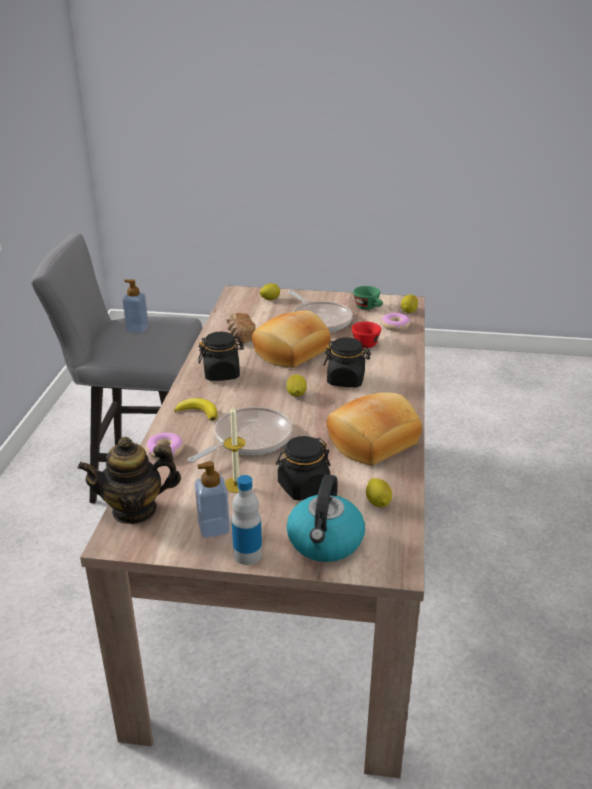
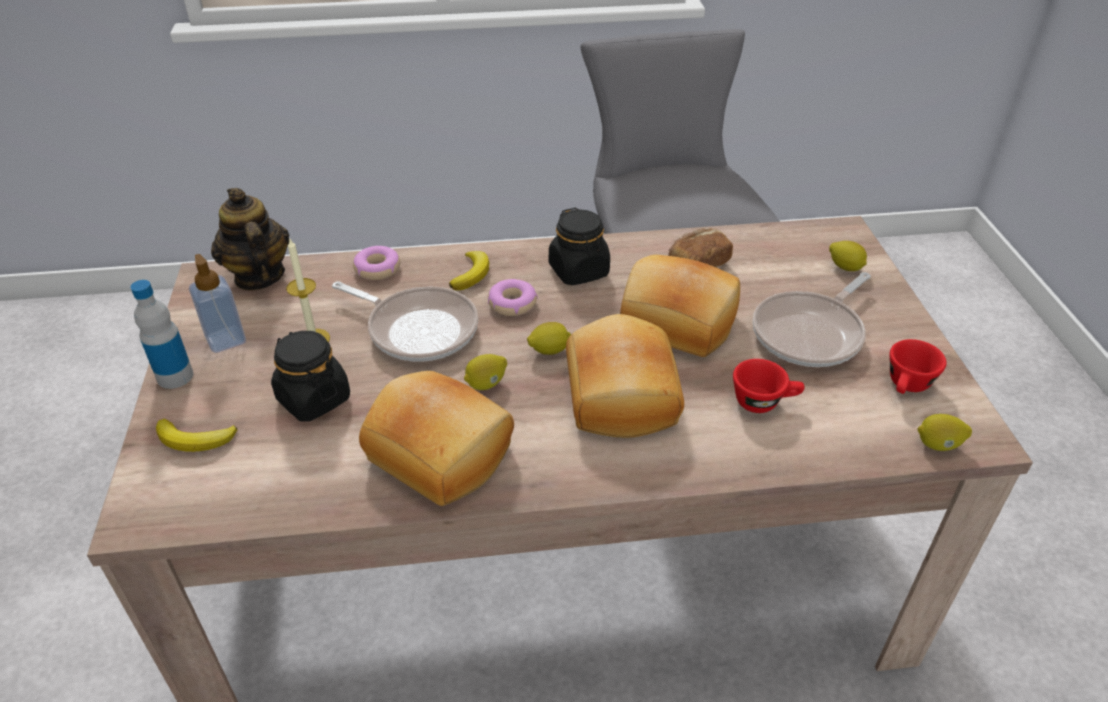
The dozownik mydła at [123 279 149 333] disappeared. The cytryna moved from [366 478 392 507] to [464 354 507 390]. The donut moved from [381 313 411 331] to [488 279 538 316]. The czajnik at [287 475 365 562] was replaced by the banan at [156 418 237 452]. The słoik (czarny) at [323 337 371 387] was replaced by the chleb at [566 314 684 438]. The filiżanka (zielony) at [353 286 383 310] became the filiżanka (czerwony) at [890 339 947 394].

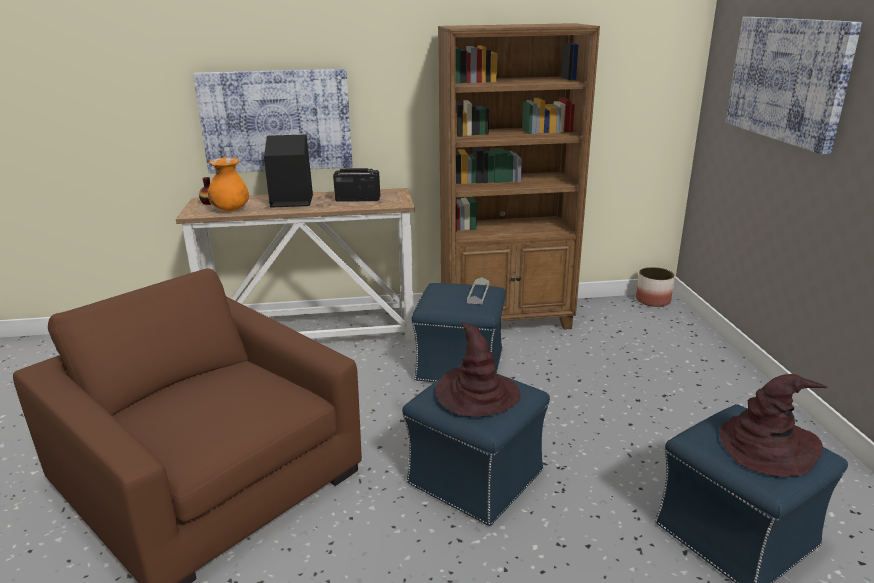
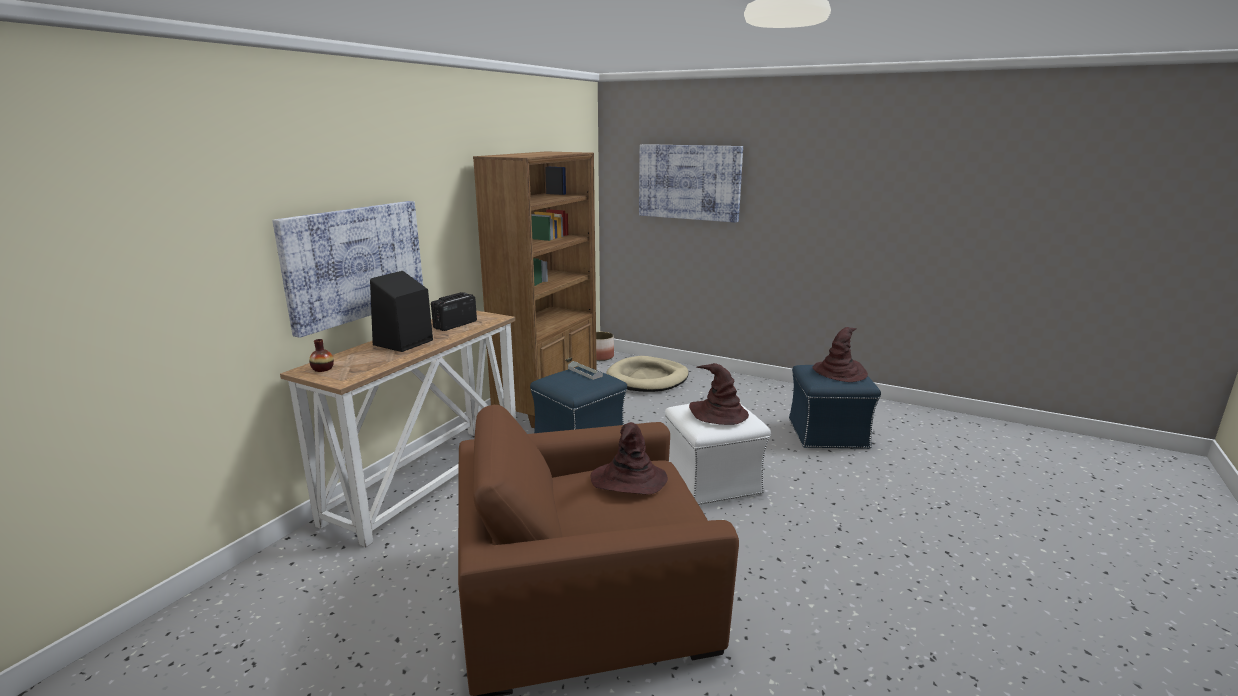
The wazon (pomarańczowy) at [208 157 249 211] disappeared. The kapelusz (brązowy) at [590 422 668 494] appeared. The legowisko (beżowy) at [606 356 689 392] appeared. The pufa (niebieski) at [402 364 550 526] became the pufa (biały) at [665 404 771 505].

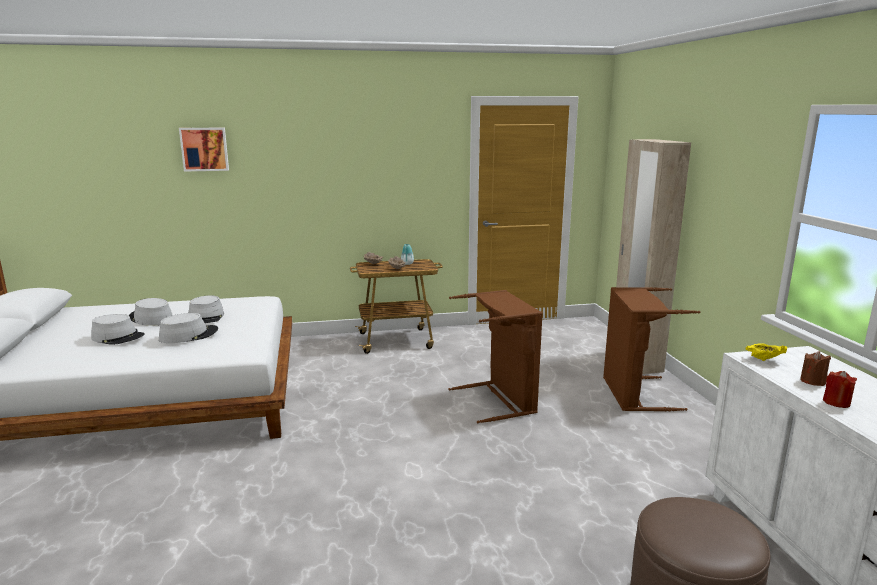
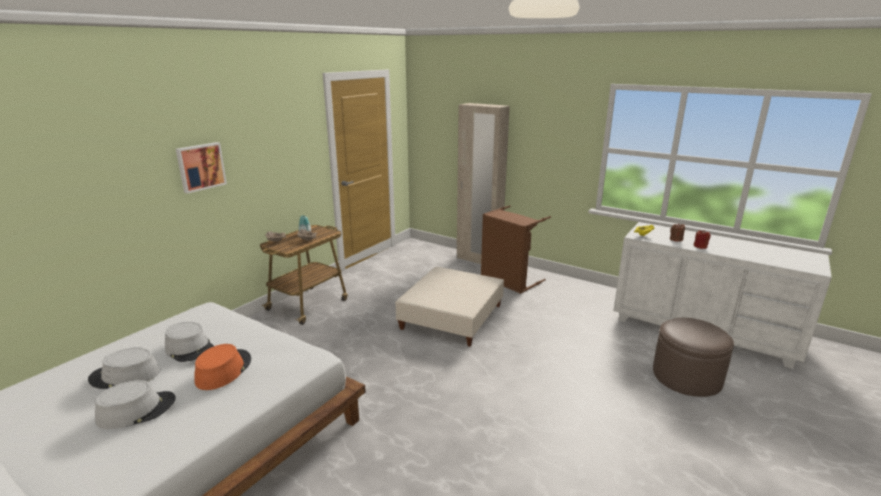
The obraz moved from [179 128 229 172] to [176 142 227 194]. The kosz na pranie (brązowy) at [448 290 543 423] was replaced by the pufa (beżowy) at [395 267 504 347]. The kapelusz (szary) at [159 313 218 343] became the kapelusz (pomarańczowy) at [195 344 251 390].

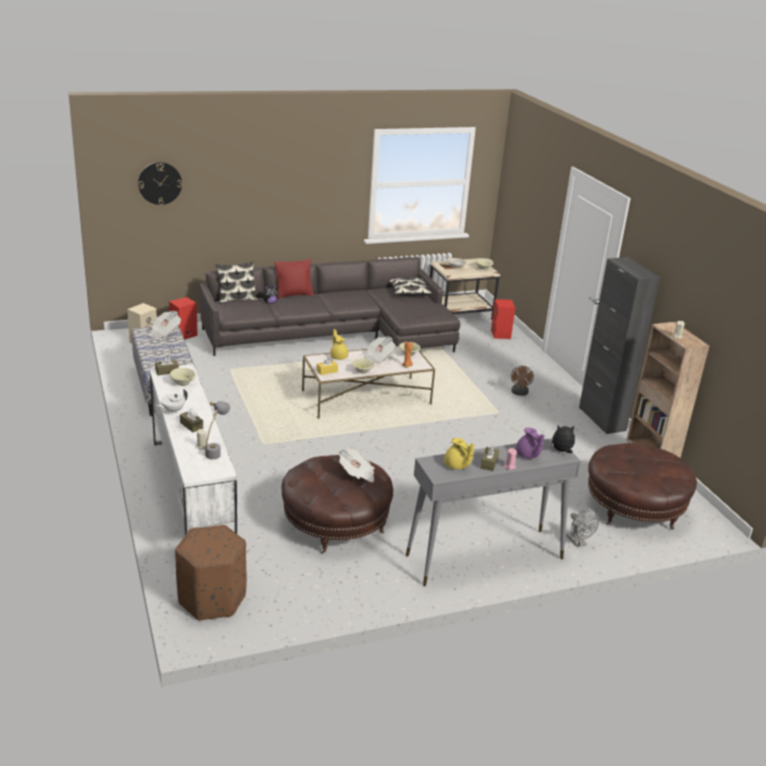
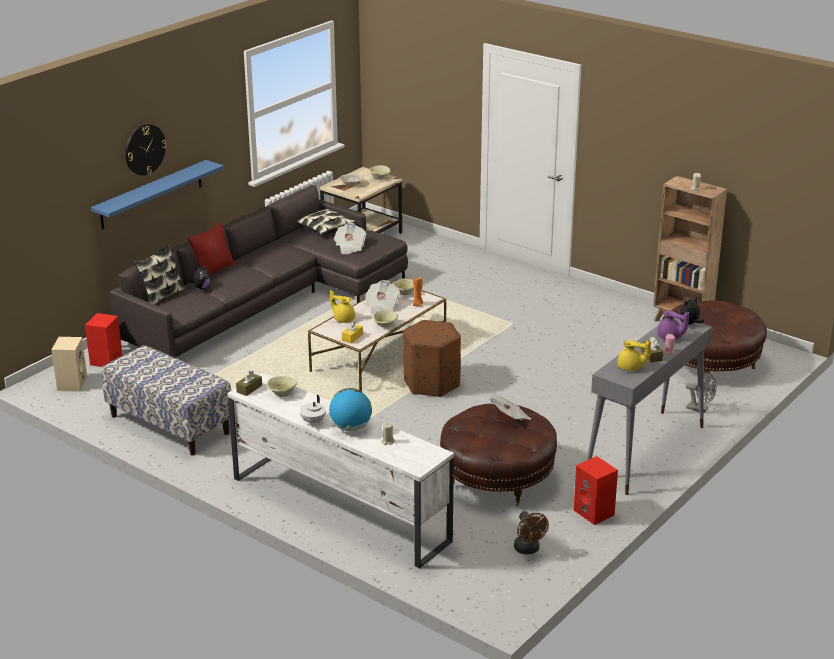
The lampa stołowa (szary) at [205 401 230 460] disappeared. The szafka (czarny) at [579 257 660 434] disappeared. The półka (niebieski) at [91 160 224 229] appeared. The zegar ścienny moved from [138 162 182 205] to [125 124 167 176]. The gazeta moved from [149 311 181 338] to [334 223 366 254]. The pufa (brązowy) moved from [175 525 247 621] to [403 320 461 397]. The głośnik (czerwony) moved from [491 299 515 339] to [574 456 618 525]. The wentylator (brązowy) moved from [511 366 534 396] to [514 511 549 555]. The pudełko chusteczek (brązowy) at [180 408 203 432] was replaced by the globus at [329 388 372 431].

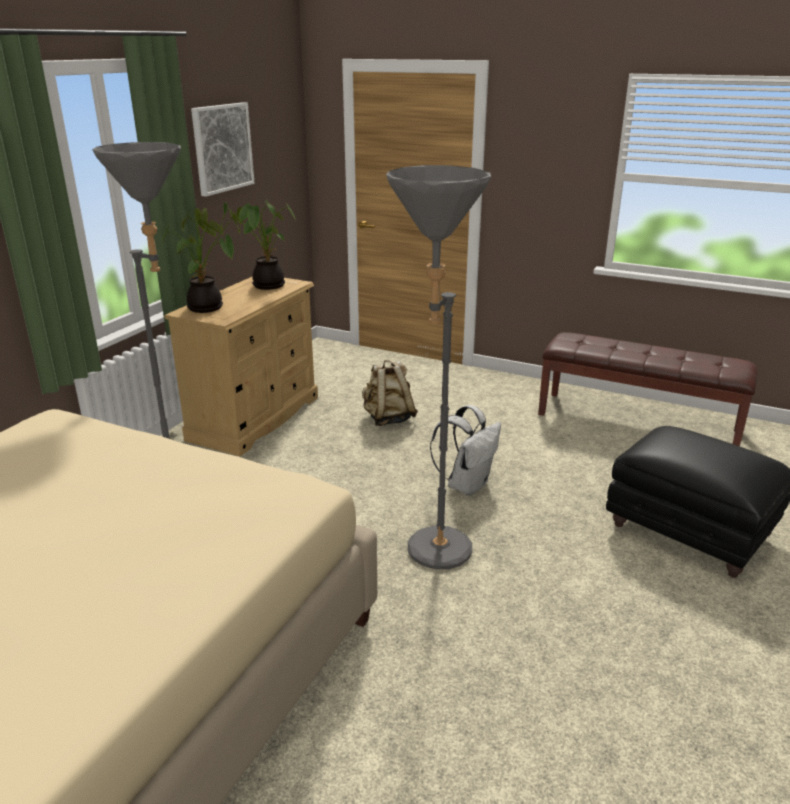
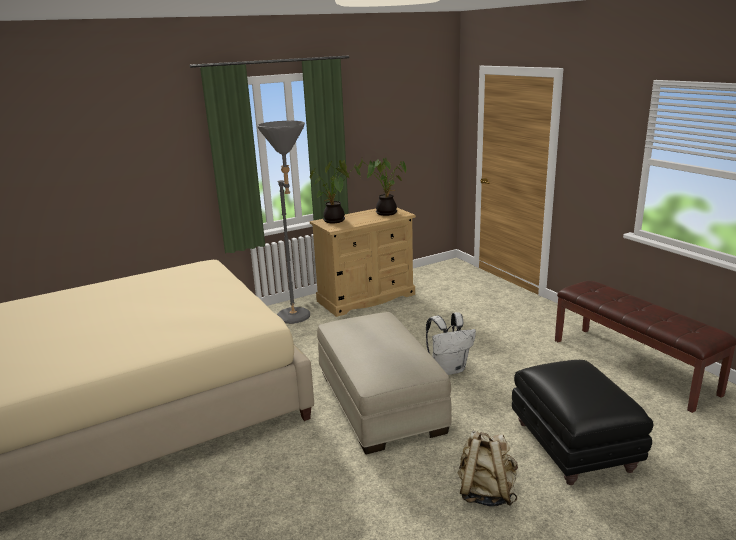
The obraz at [191 102 254 197] disappeared. The plecak (beżowy) moved from [362 360 418 426] to [458 430 518 507]. The lampa stojąca (szary) at [386 165 491 569] was replaced by the pufa (beżowy) at [317 312 452 454].

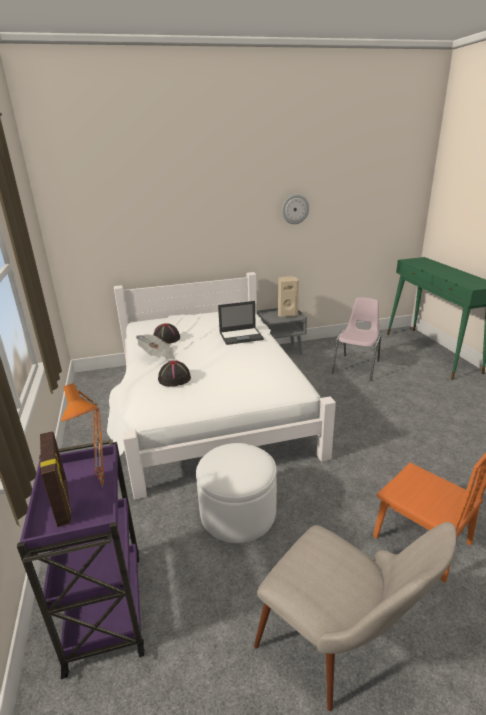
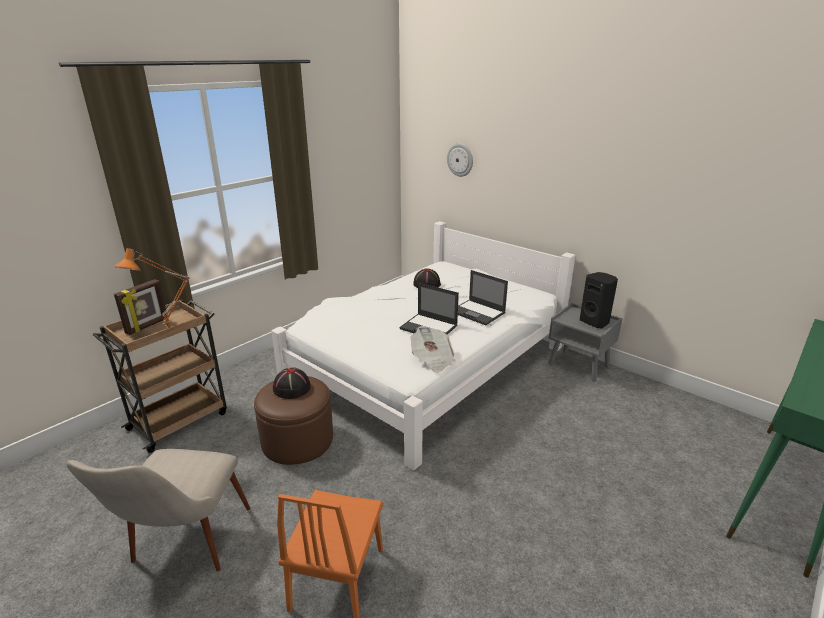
The krzesło (różowy) at [332 298 381 381] disappeared. The laptop at [400 283 459 334] appeared. The gazeta moved from [136 334 174 359] to [410 326 456 373]. The kapelusz (czarny) moved from [158 361 191 387] to [273 368 311 399]. The zegar ścienny moved from [282 194 309 224] to [447 144 473 177]. The wózek (fioletowy) at [17 440 145 679] became the wózek (brązowy) at [93 299 227 453]. The pufa (biały) at [196 443 277 543] became the pufa (brązowy) at [254 376 333 465]. The głośnik (beżowy) at [278 276 299 317] became the głośnik (czarny) at [580 272 618 328].

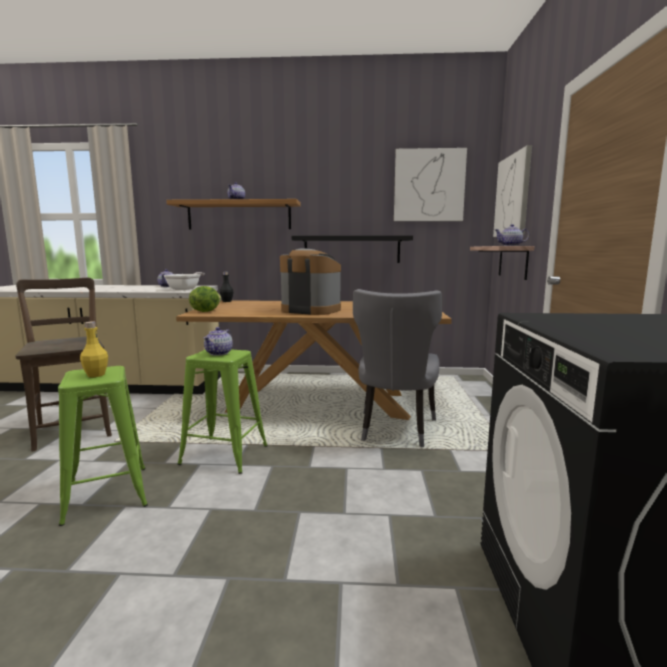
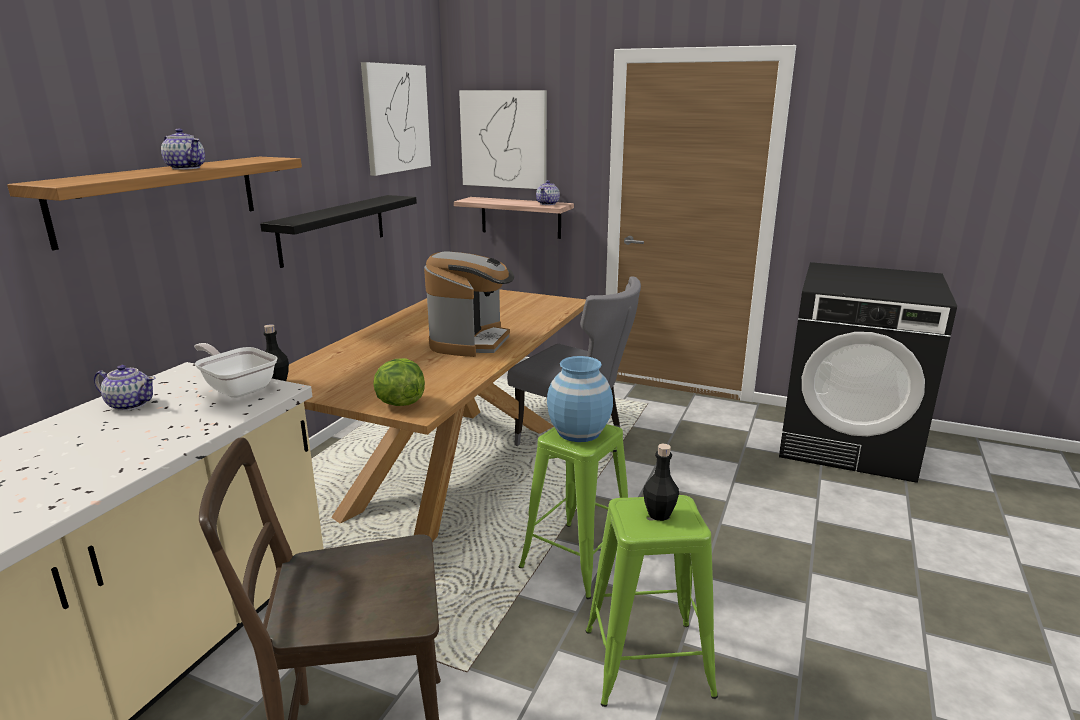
The imbryk at [204 327 233 356] was replaced by the wazon (niebieski) at [547 356 613 442]. The butelka (żółty) at [80 321 108 377] became the butelka (czarny) at [643 444 679 521]. The ekspres do kawy at [280 249 341 315] turned 150 degrees clockwise.

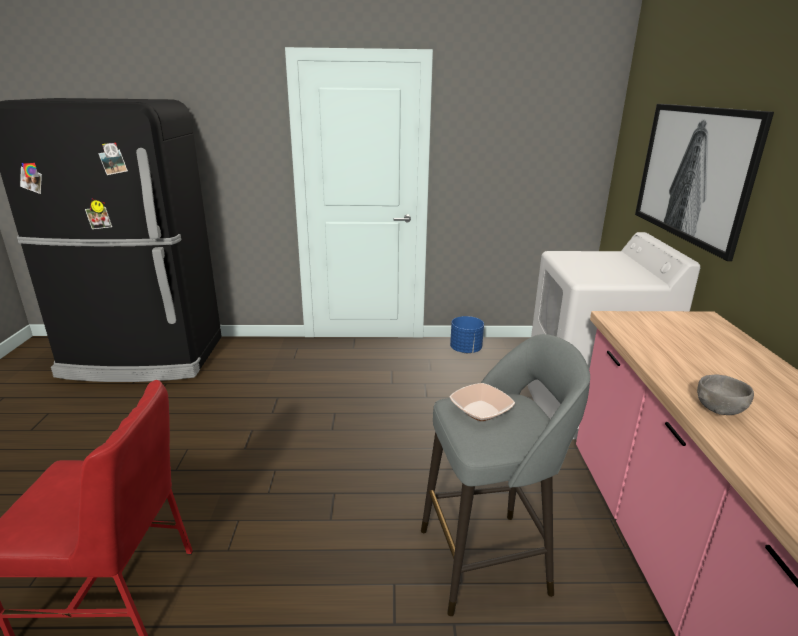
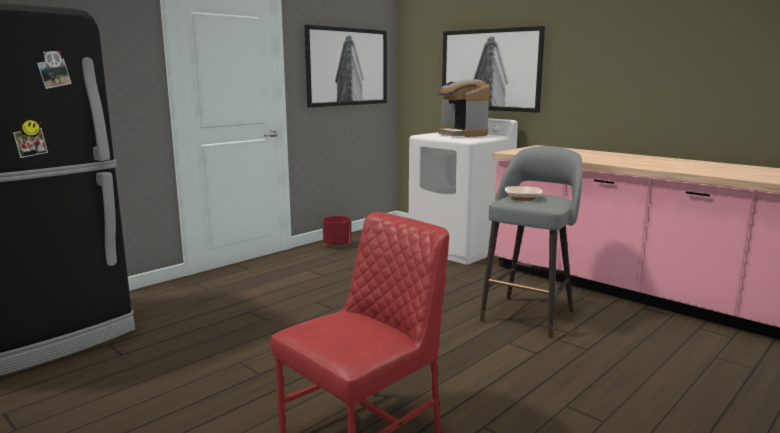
The miska (szary) at [697 374 754 415] disappeared. The obraz at [304 25 387 107] appeared. The ekspres do kawy at [437 79 490 137] appeared. The donica (niebieski) at [450 316 484 353] became the donica (czerwony) at [322 216 352 247].

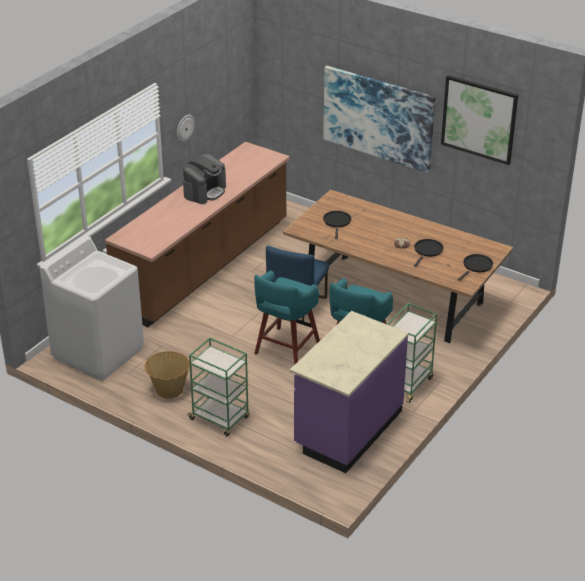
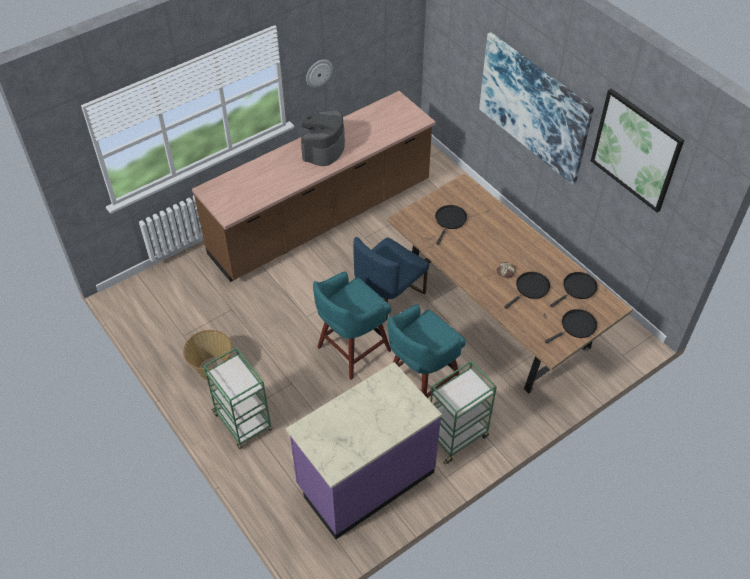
The pralka (biały) at [40 235 144 381] disappeared. The patelnia (czarny) at [550 272 598 307] appeared. The ekspres do kawy at [183 154 226 204] turned 150 degrees clockwise.

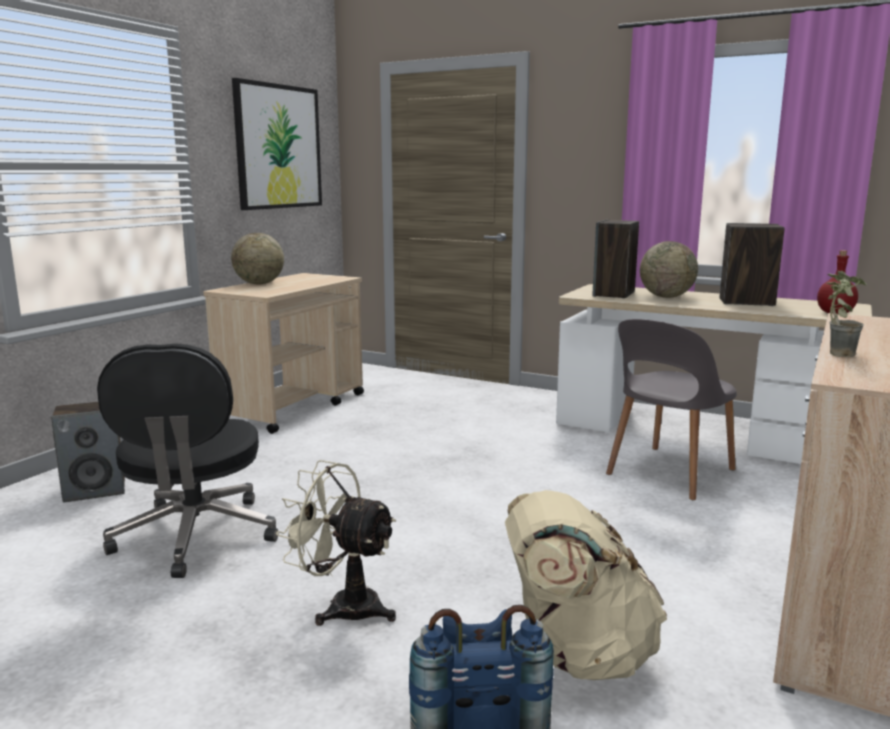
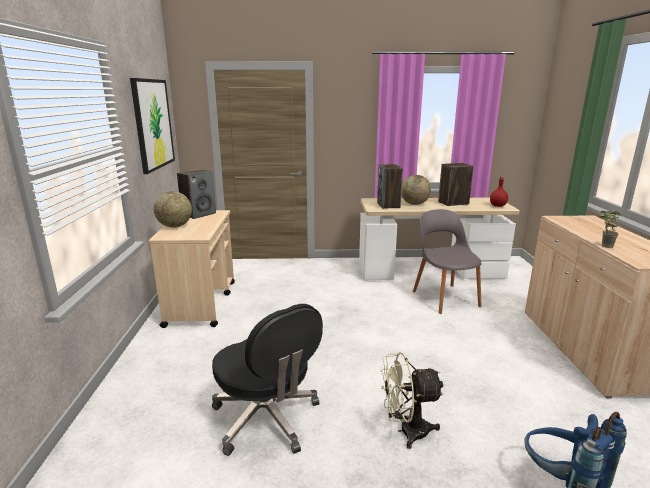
The plecak (beżowy) at [505 490 667 680] disappeared. The głośnik moved from [51 402 125 502] to [177 169 216 219]. The krzesło (szary) at [606 319 737 500] turned 150 degrees clockwise.

